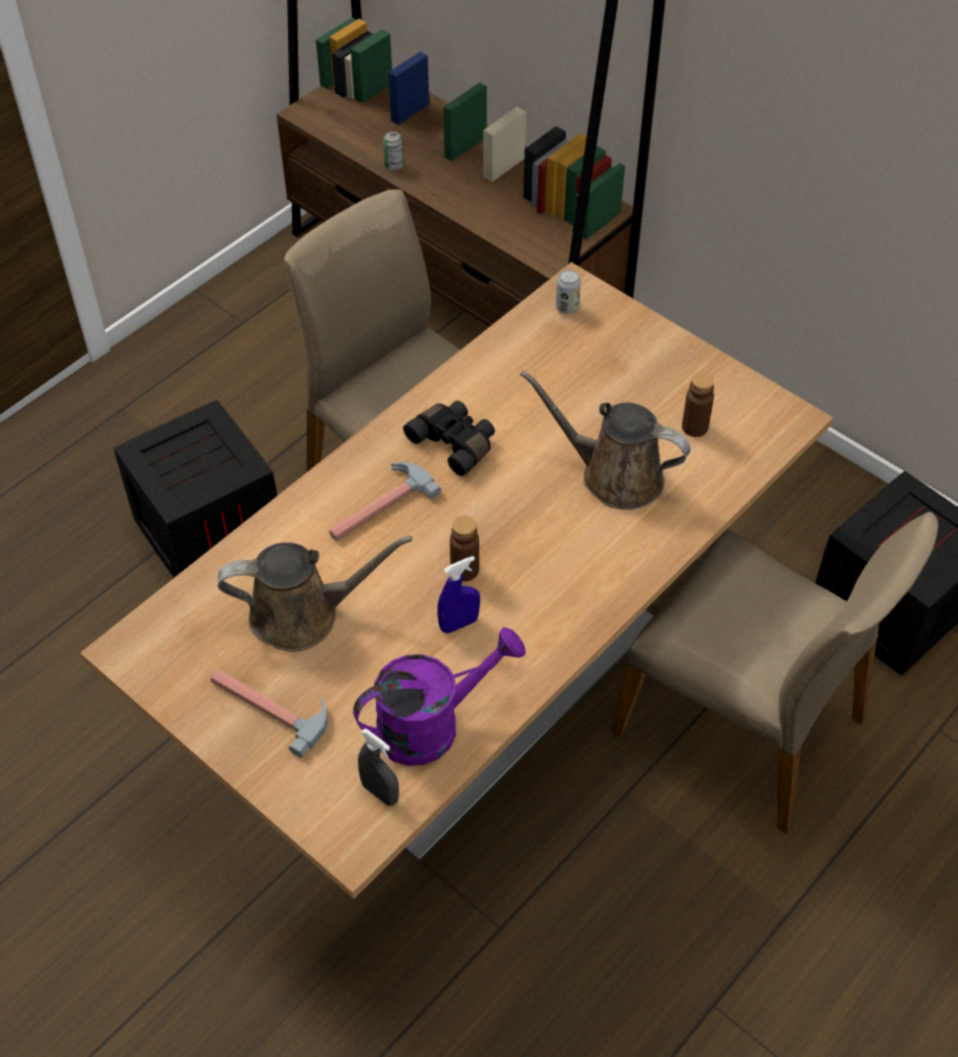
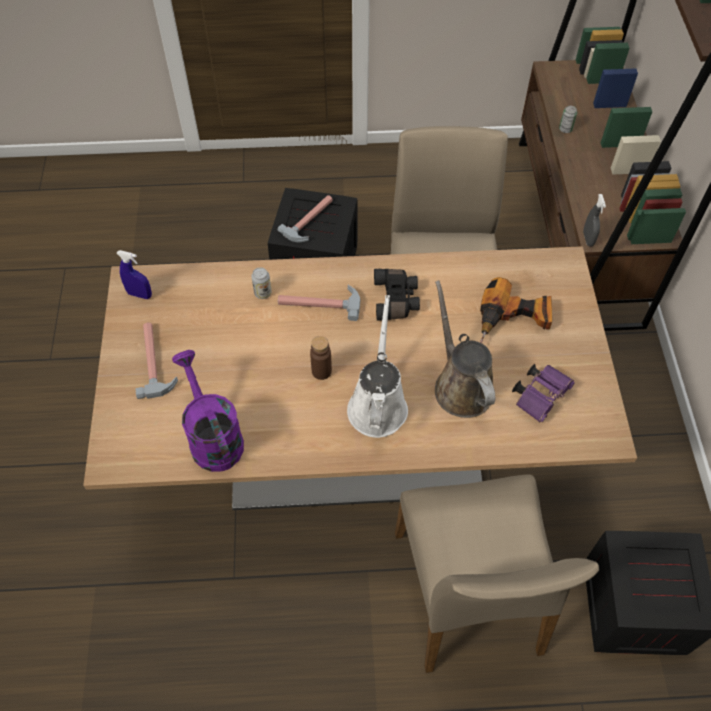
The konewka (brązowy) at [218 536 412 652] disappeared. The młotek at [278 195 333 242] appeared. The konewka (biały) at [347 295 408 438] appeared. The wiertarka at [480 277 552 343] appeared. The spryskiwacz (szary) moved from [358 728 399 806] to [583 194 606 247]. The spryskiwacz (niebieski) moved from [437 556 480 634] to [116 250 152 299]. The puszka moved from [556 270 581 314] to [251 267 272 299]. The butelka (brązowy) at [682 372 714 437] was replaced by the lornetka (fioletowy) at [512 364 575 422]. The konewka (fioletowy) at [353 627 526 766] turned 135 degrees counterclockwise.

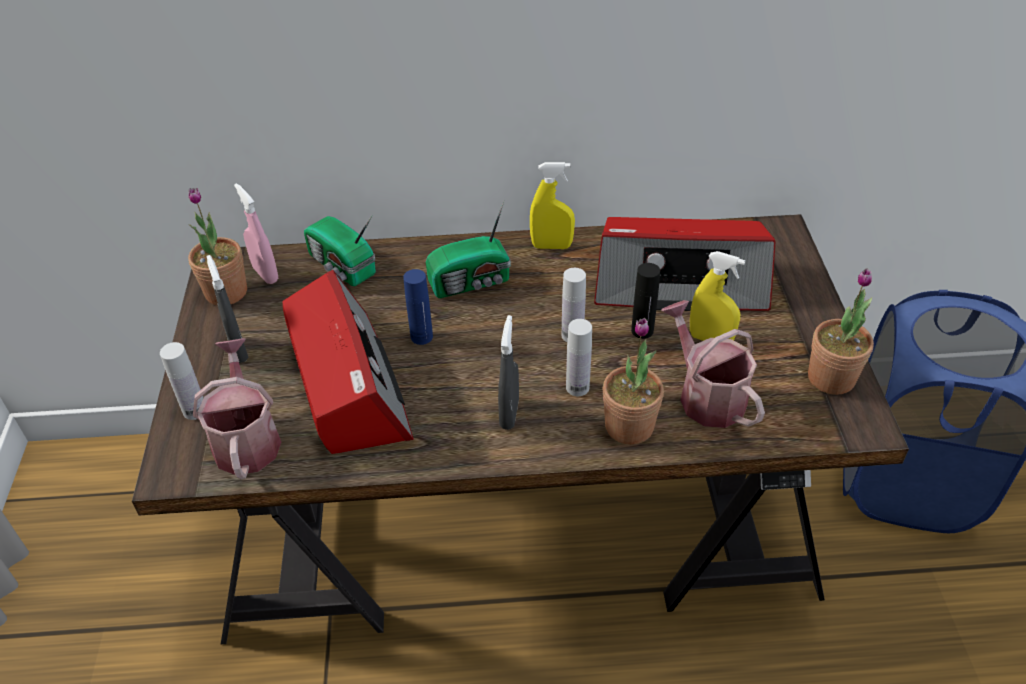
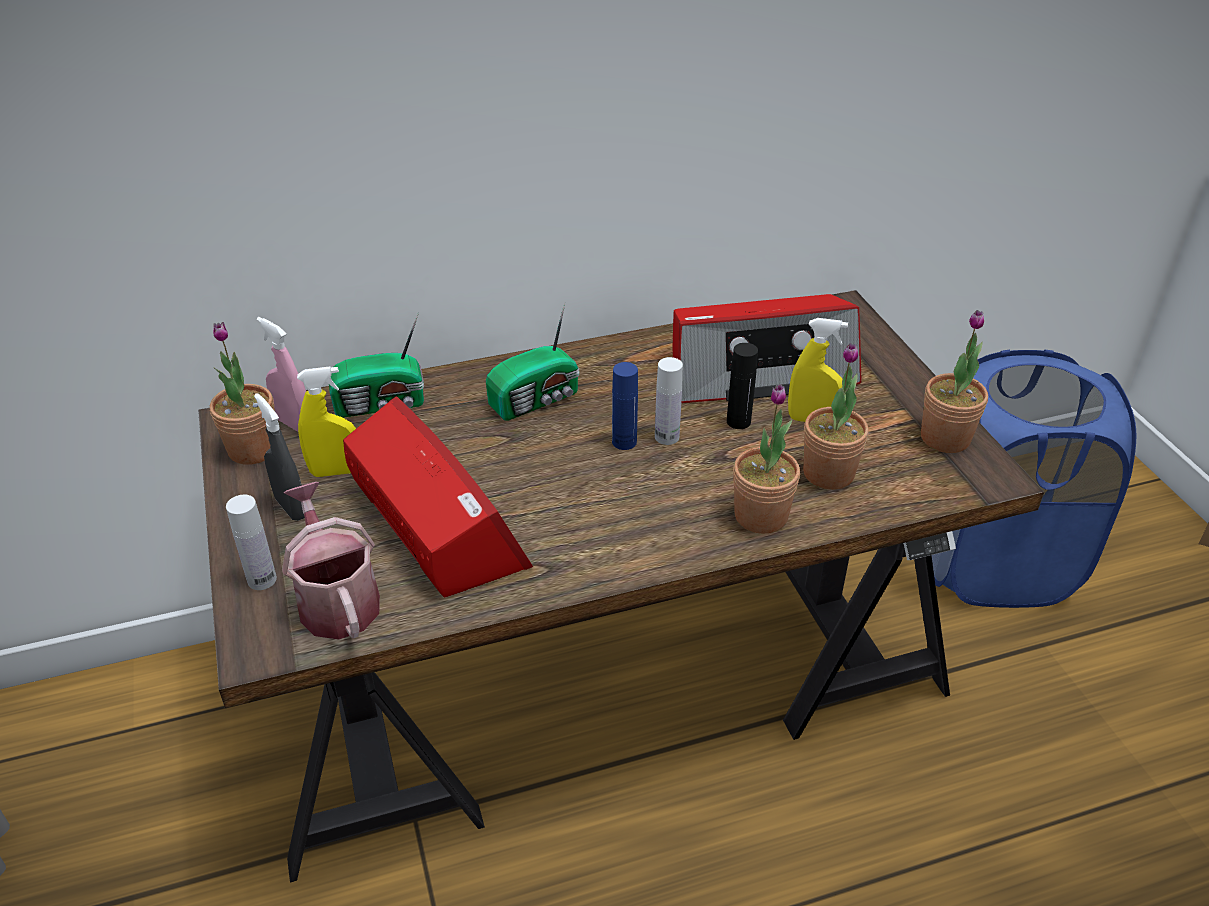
The spryskiwacz (szary) at [498 315 519 430] disappeared. The butelka (biały) at [566 319 592 396] disappeared. The butelka (niebieski) moved from [403 269 433 345] to [612 362 638 450]. The spryskiwacz (żółty) moved from [530 162 575 249] to [297 366 356 477]. The konewka at [661 300 765 428] was replaced by the roślina doniczkowa at [803 343 869 490]. The radio at [304 216 376 286] turned 45 degrees counterclockwise.

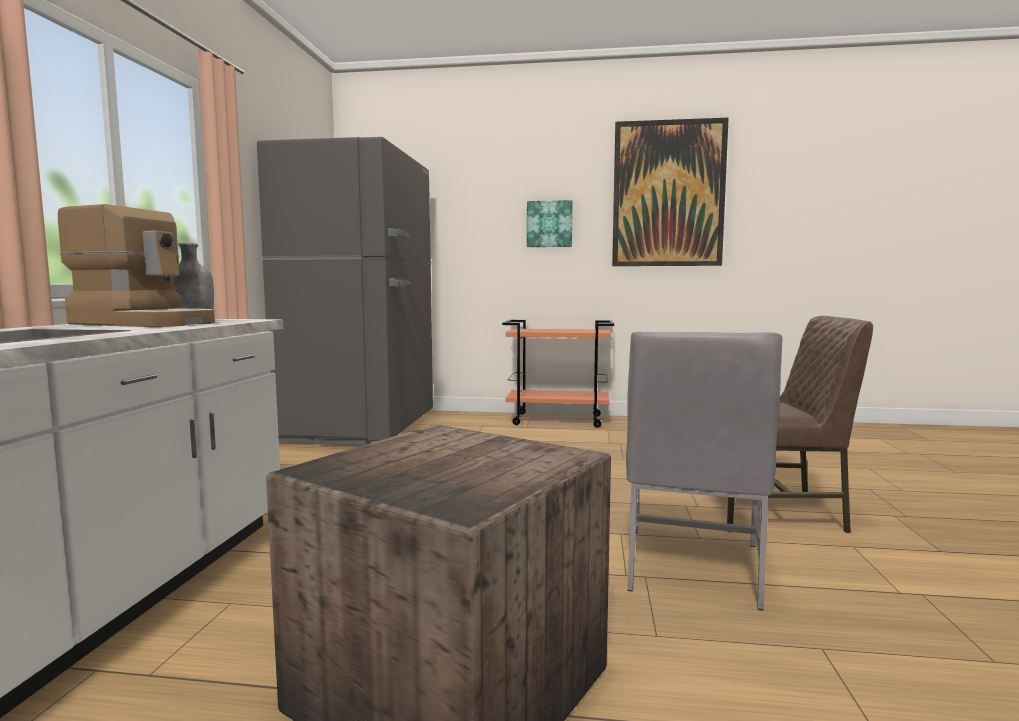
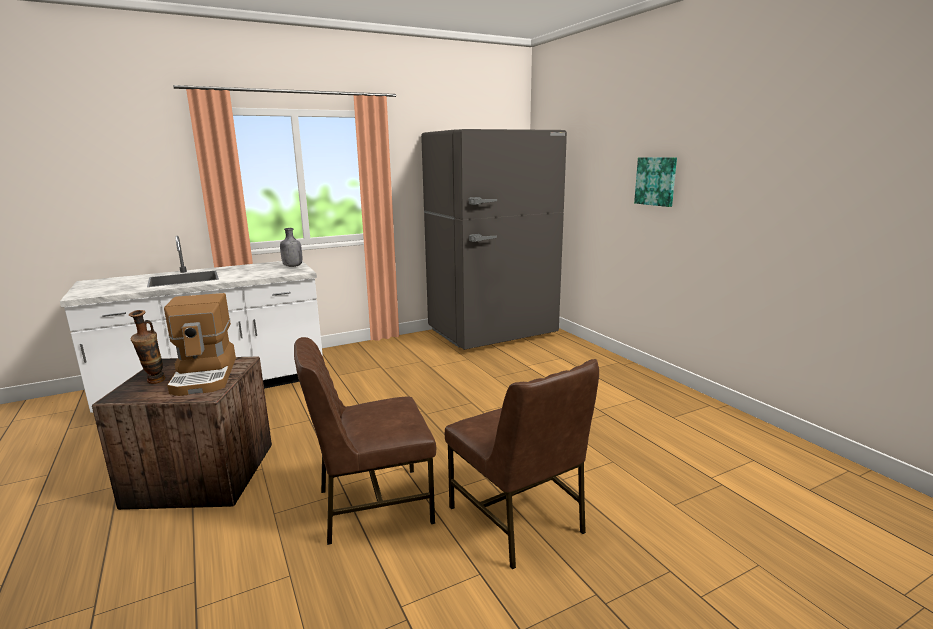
The wózek (pomarańczowy) at [502 320 614 428] disappeared. The obraz at [612 118 729 266] disappeared. The wazon at [129 310 165 384] appeared. The ekspres do kawy moved from [58 204 215 327] to [164 293 236 396]. The krzesło (szary) at [626 331 782 611] became the krzesło (brązowy) at [294 337 436 545].

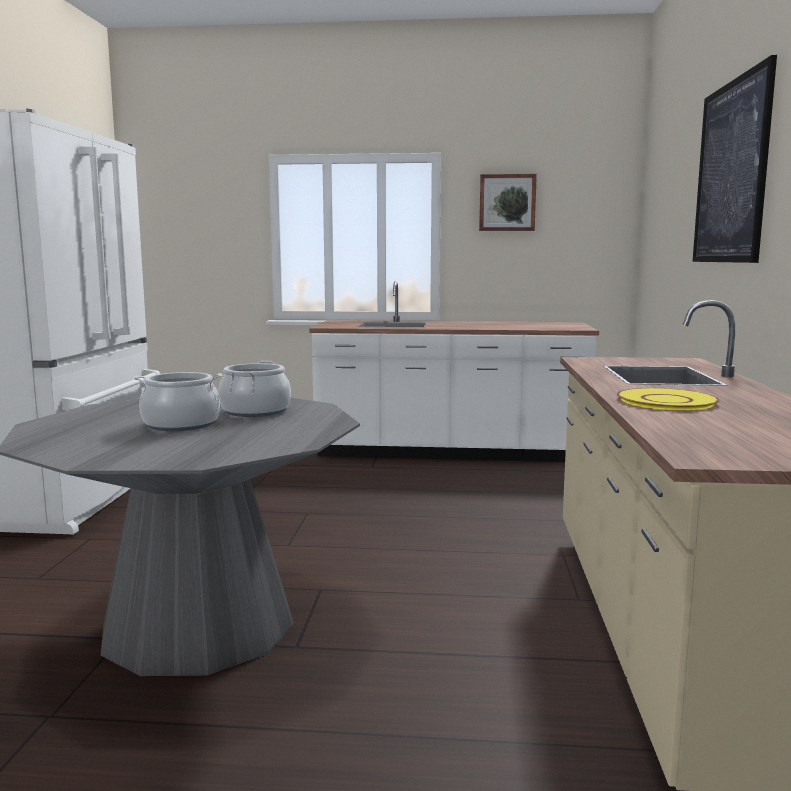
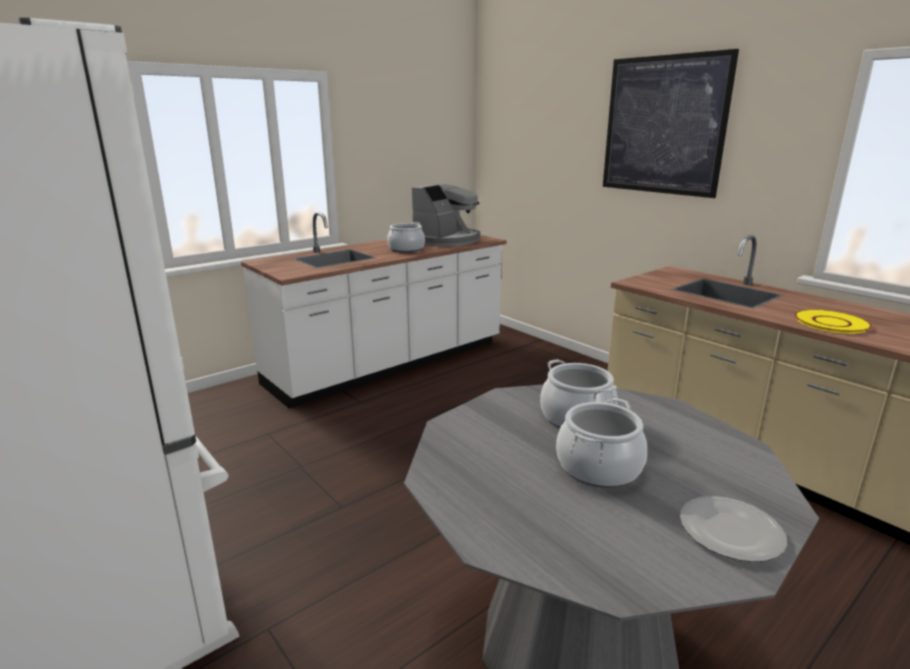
The obraz at [479 174 537 231] disappeared. The garnek at [387 222 425 252] appeared. The ekspres do kawy at [412 183 480 246] appeared. The talerz at [680 496 787 562] appeared.

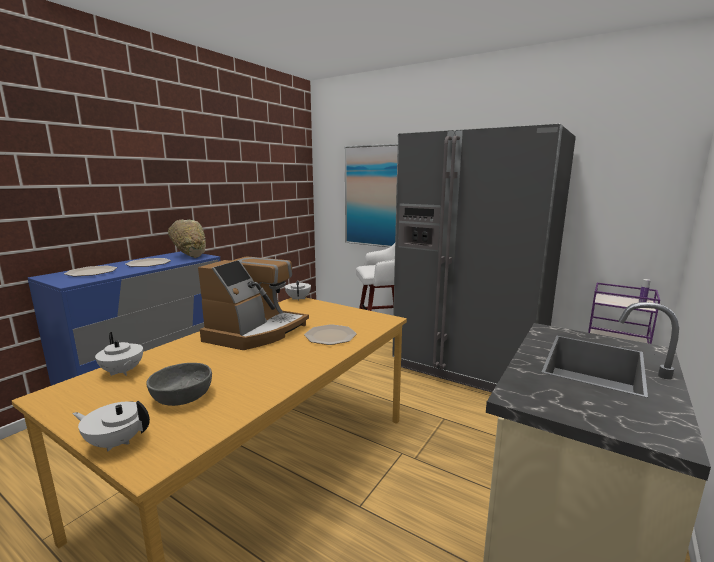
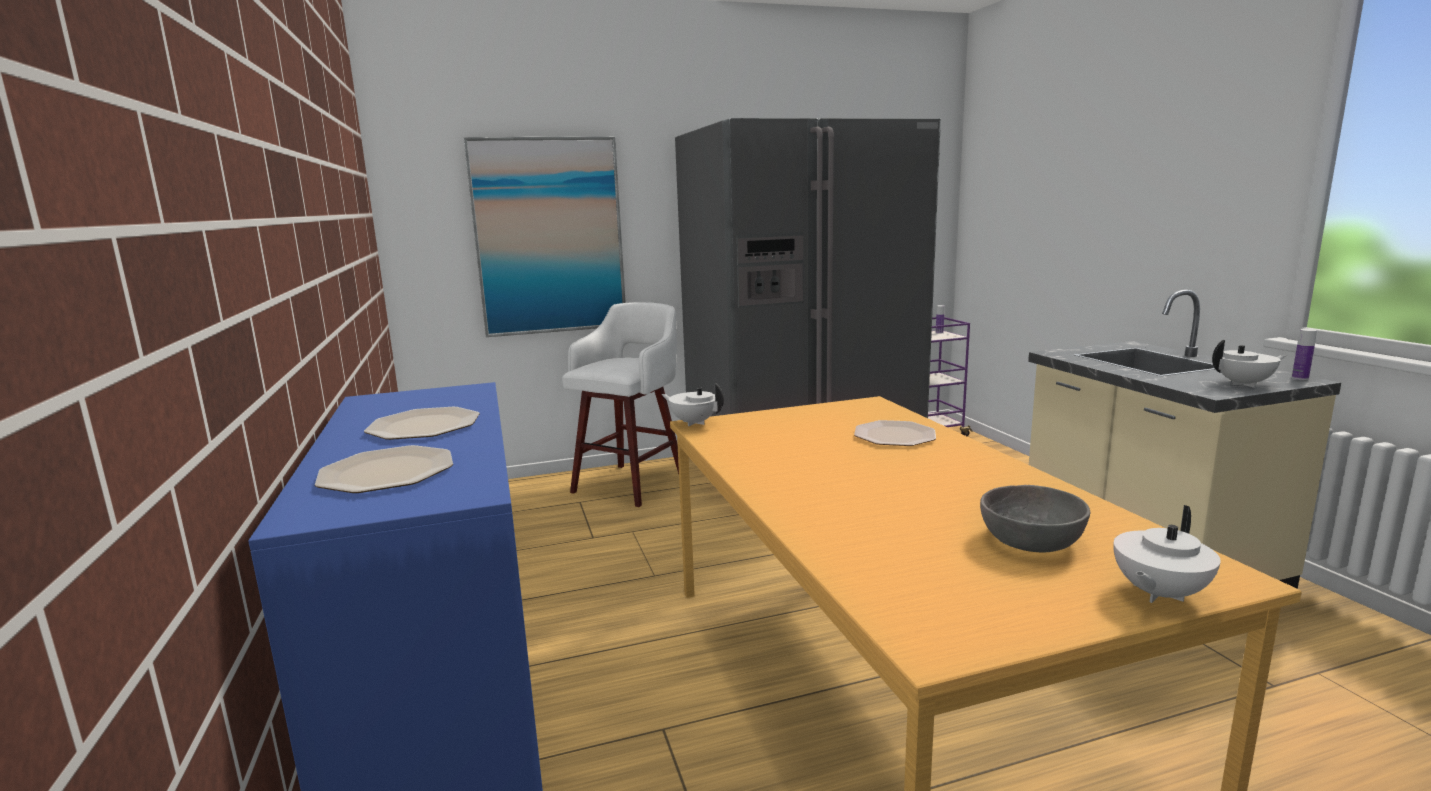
The miska (beżowy) at [168 220 206 258] disappeared. The ekspres do kawy at [198 256 309 350] disappeared. The butelka at [1292 329 1317 380] appeared. The imbryk (biały) moved from [95 332 143 376] to [1212 340 1286 388].

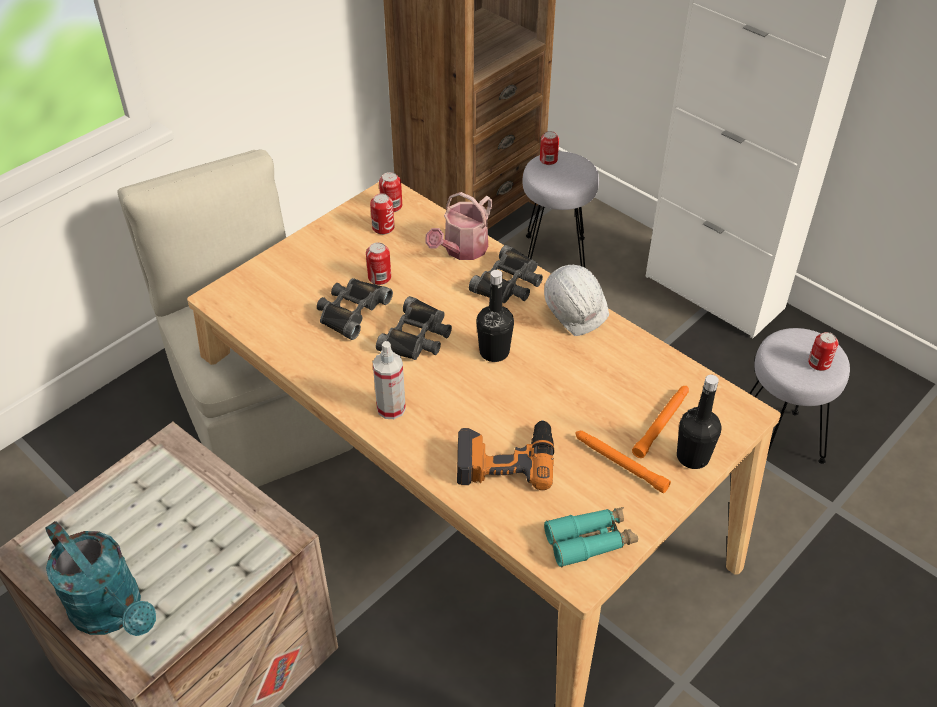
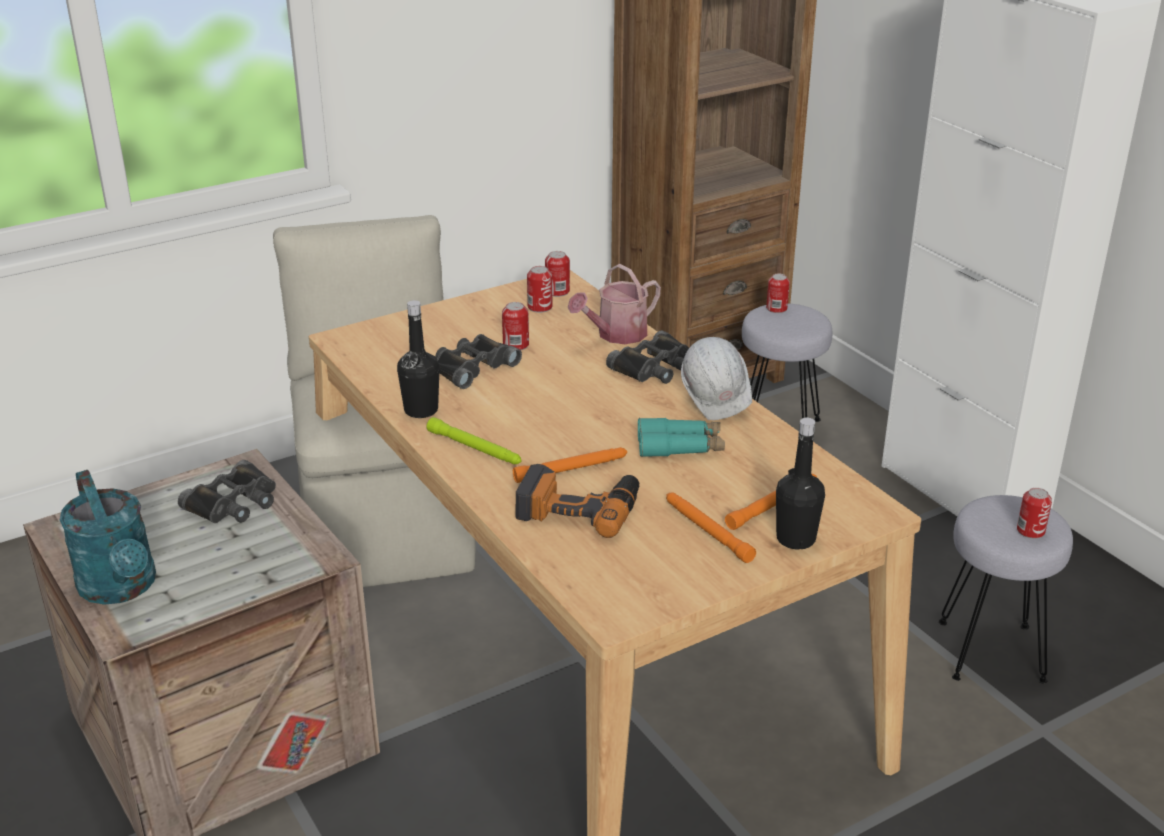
The latarka (pomarańczowy) at [513 447 627 483] appeared. The lornetka (czarny) moved from [376 296 452 360] to [178 460 276 523]. The butelka (czarny) moved from [476 270 514 362] to [397 300 440 418]. The lornetka (turkusowy) moved from [544 507 638 567] to [638 418 725 457]. The spryskiwacz at [373 341 406 419] was replaced by the latarka (zielony) at [427 417 522 465].

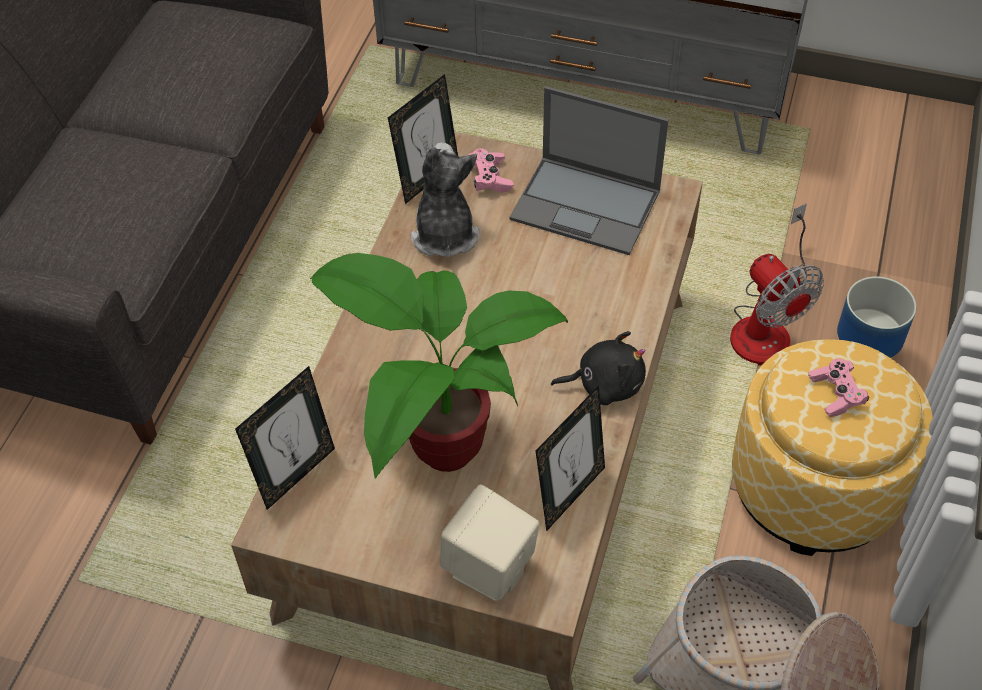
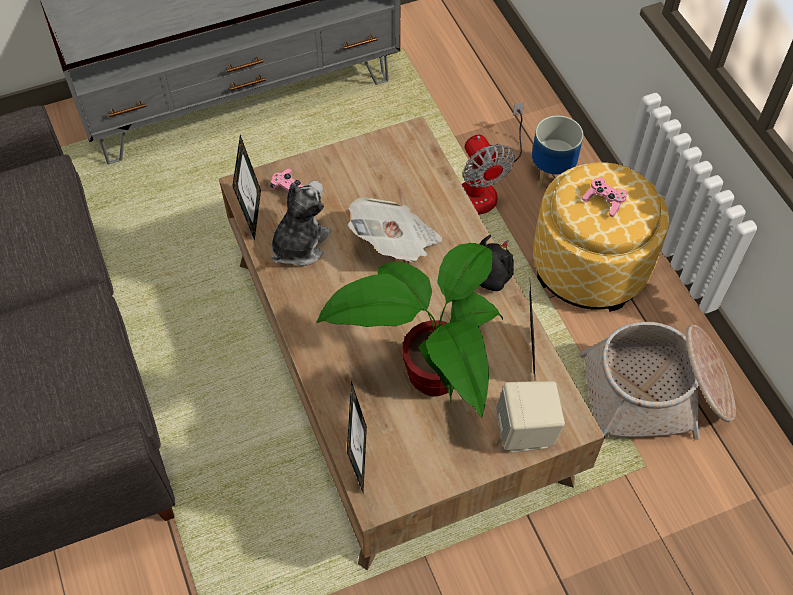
The laptop at [509 86 669 255] disappeared. The gazeta at [348 197 442 262] appeared. The pluszak at [411 142 480 257] turned 75 degrees clockwise. The wentylator at [730 203 824 366] turned 45 degrees clockwise.

